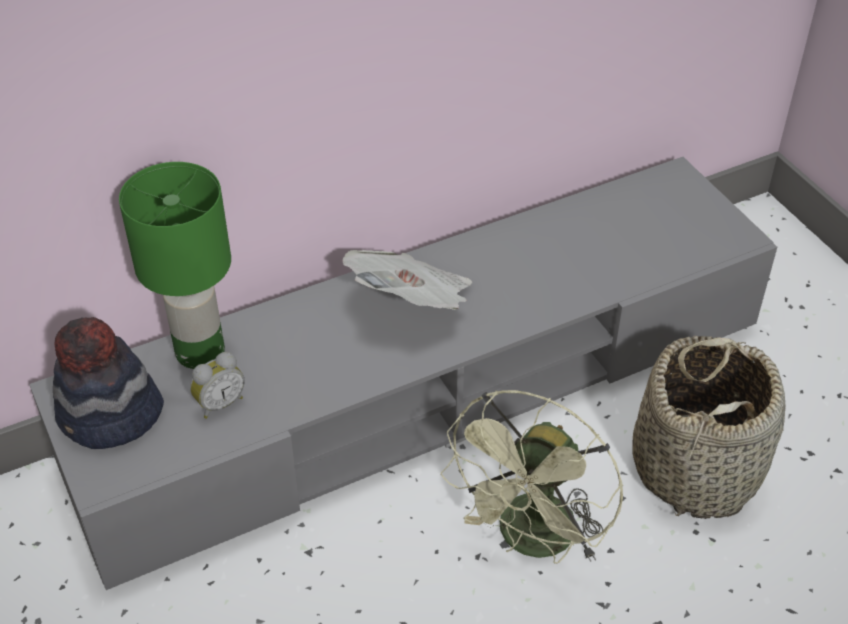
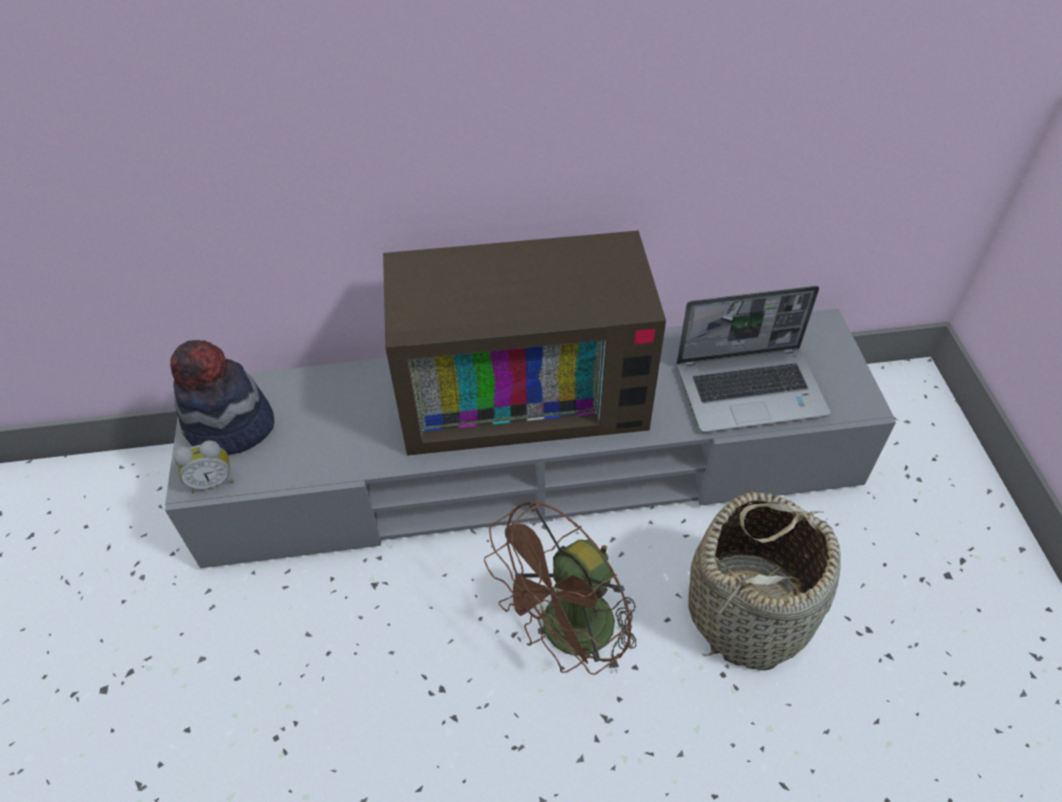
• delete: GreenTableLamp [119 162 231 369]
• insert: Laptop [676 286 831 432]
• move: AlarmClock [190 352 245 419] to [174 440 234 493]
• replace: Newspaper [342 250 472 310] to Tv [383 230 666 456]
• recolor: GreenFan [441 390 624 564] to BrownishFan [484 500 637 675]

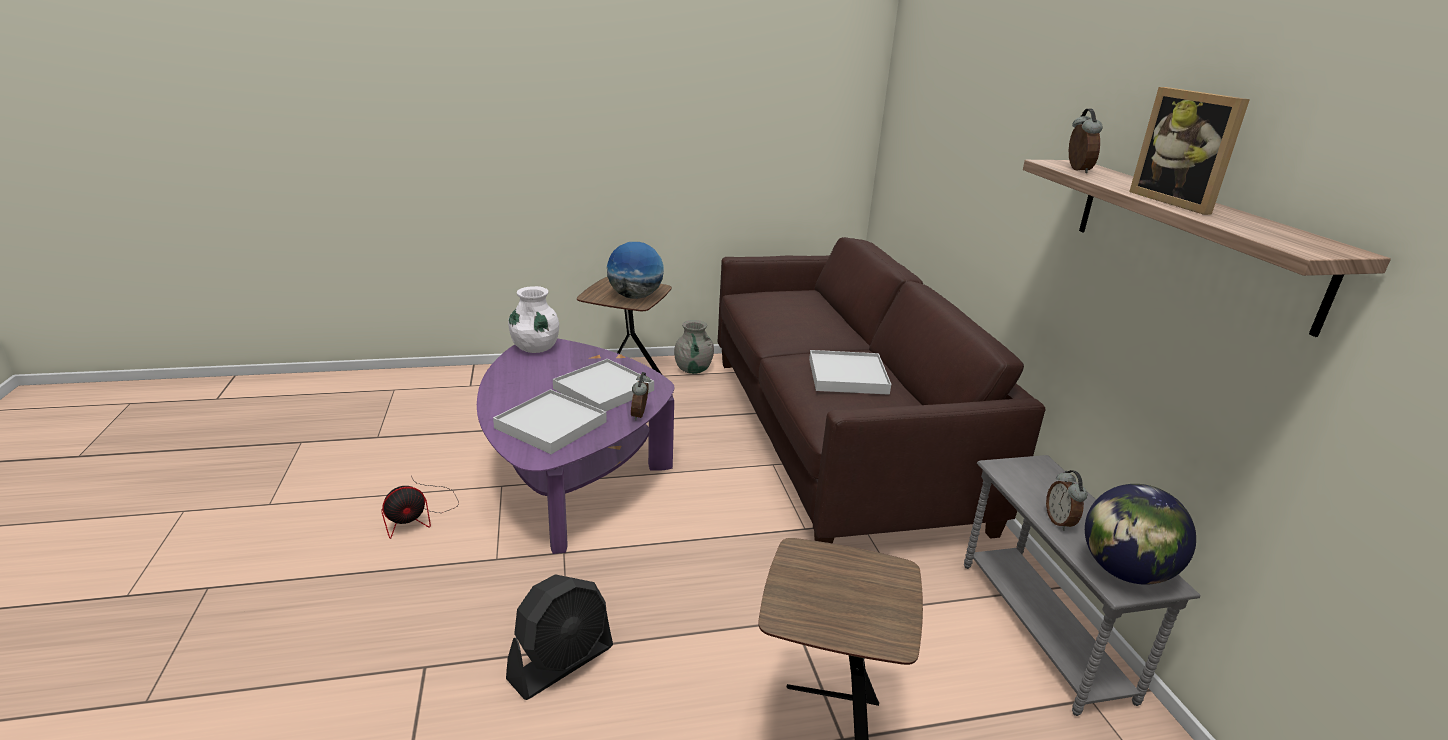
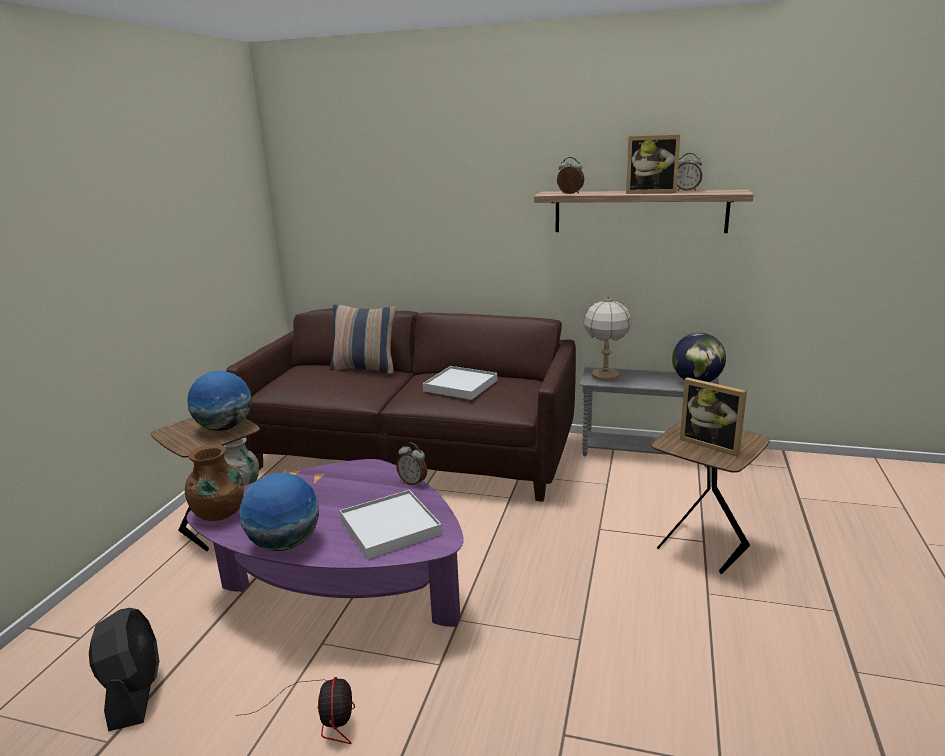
• delete: WhiteCarryingTray [553 359 654 411]
• insert: Globe [239 472 319 551]
• insert: ThrowPillow [330 305 396 374]
• insert: TableLamp [583 296 631 381]
• insert: PictureFrame [680 377 747 456]
• move: BlackColouredFan [506 574 613 700] to [89 608 159 731]
• move: AlarmClock [1046 470 1087 531] to [677 153 702 191]
• recolor: WhiteDecorativeVase [508 286 559 353] to BrownishDecorativeVase [185 444 244 521]

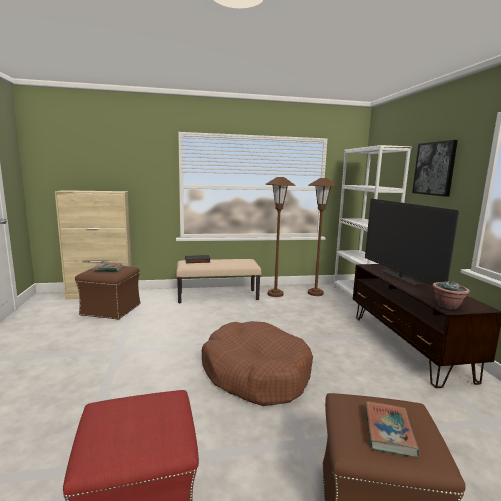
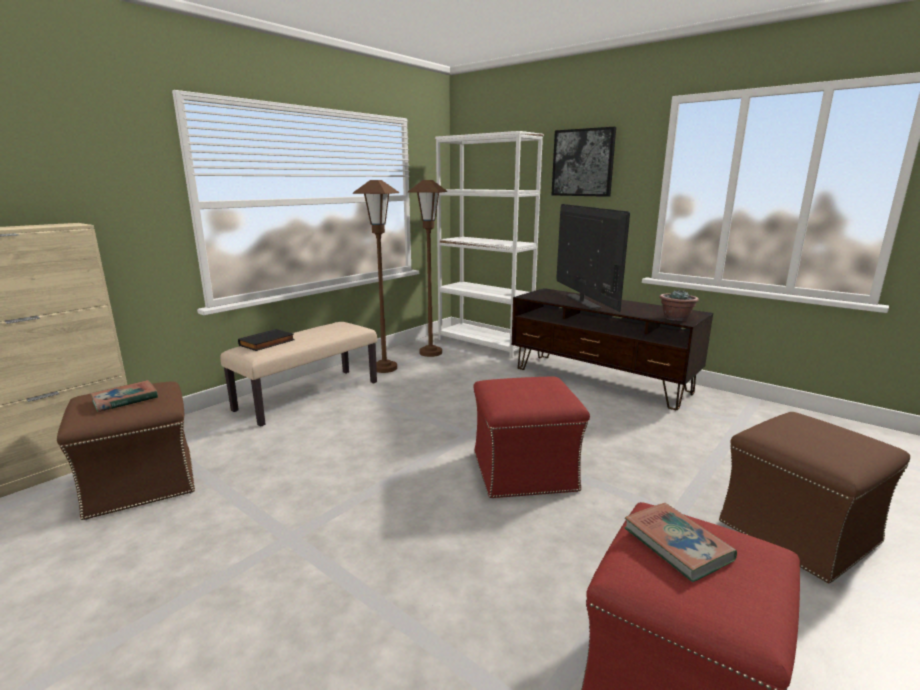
• move: BoundBook [366 401 420 457] to [624 503 737 582]
• replace: BrownishPetBed [202 321 313 406] to RedOttoman [473 377 590 499]
• rotate: Tv [365 199 459 286] = [556 204 630 312] 135 degrees counterclockwise

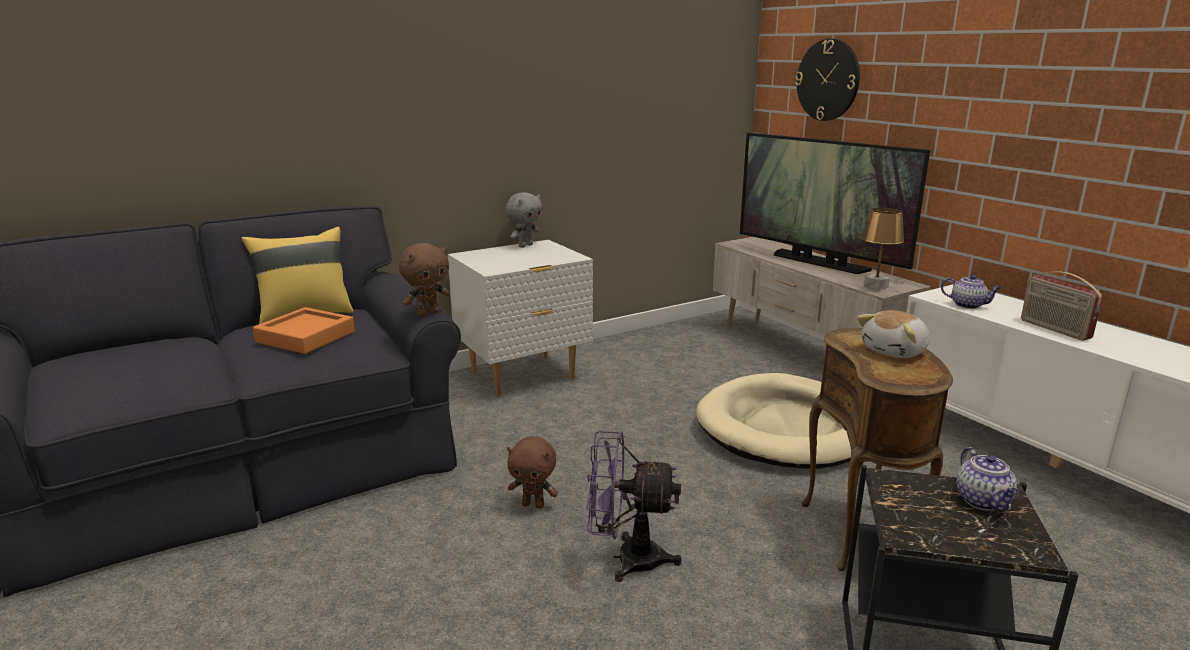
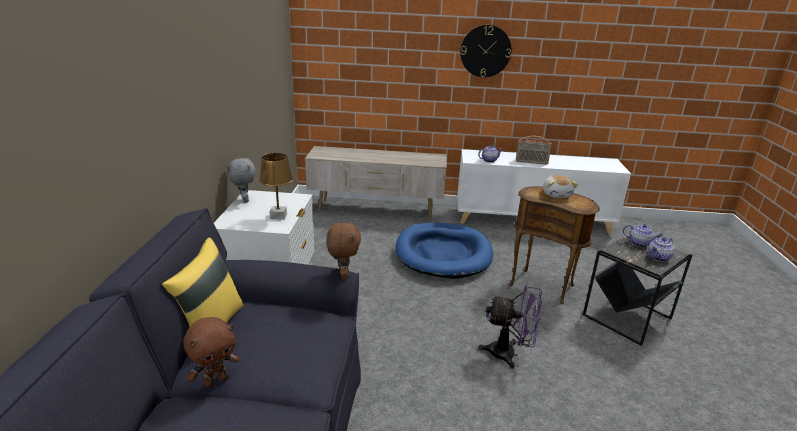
• delete: OrangeCarryingTray [253 307 355 354]
• delete: Tv [740 132 930 274]
• insert: TeaPot [648 237 674 262]
• move: BrownishCuddlyToy [507 436 558 509] to [183 317 239 387]
• move: ClockOnTheWall [795 39 860 121] to [460 25 511 77]
• move: BrownishTableLamp [861 208 904 291] to [259 153 293 220]
• recolor: BeigePetBed [696 373 851 468] to BlueColouredPetBed [395 223 493 279]
• rotate: PurpleFan [586 431 682 582] = [479 285 542 369] 120 degrees counterclockwise

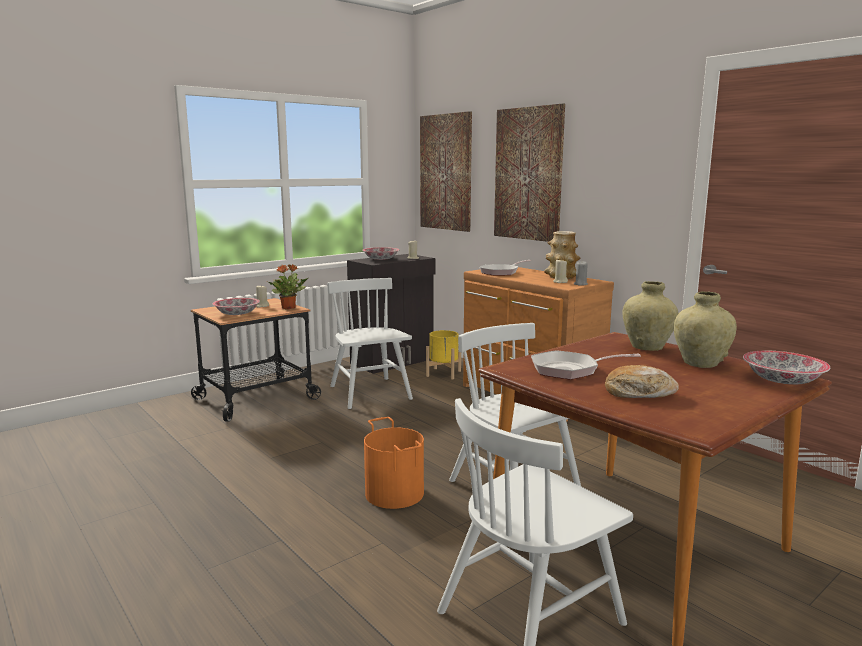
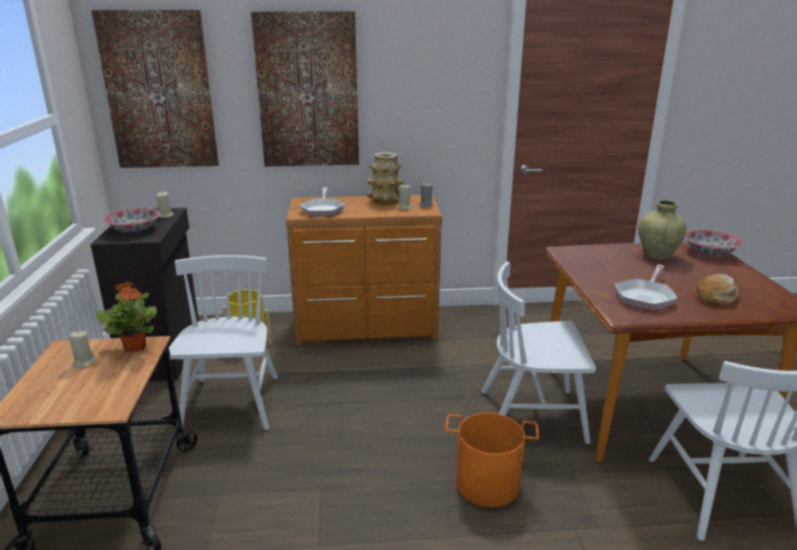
• delete: Bowl [213 298 260 315]
• delete: BeigeDecorativeVase [623 281 678 351]
• rotate: WhitePlainChair [327 278 413 409] = [169 255 278 430] 75 degrees clockwise

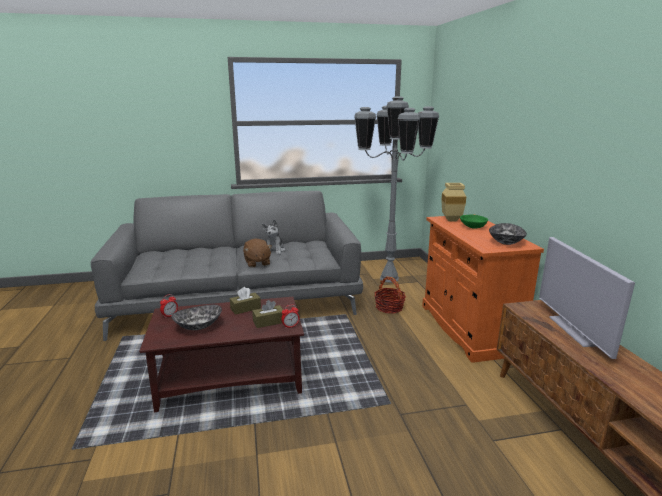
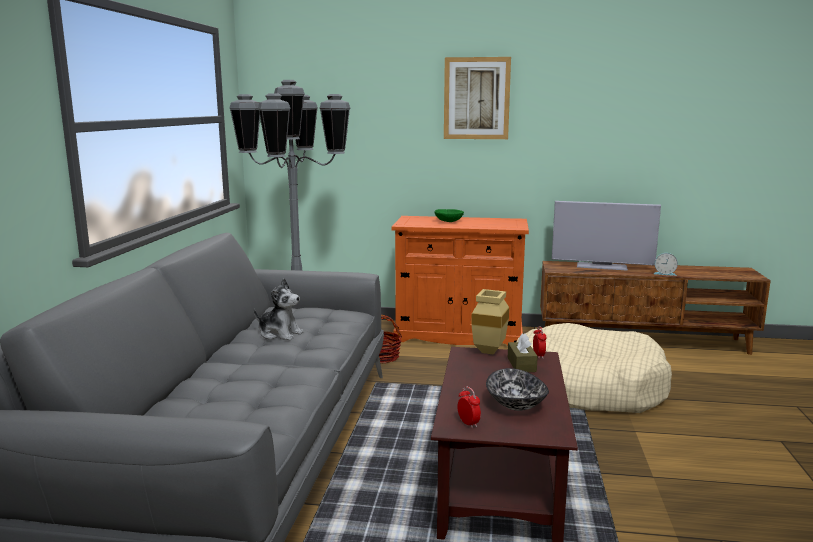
• delete: BrownishTissueHolder [230 287 261 315]
• delete: BrownishCuddlyToy [243 239 272 268]
• delete: Bowl [489 223 527 245]
• insert: WallArt [444 57 511 139]
• insert: BeigePetBed [517 323 672 413]
• insert: AlarmClock [654 253 678 276]
• move: BeigeDecorativeVase [441 183 466 221] to [471 289 509 355]

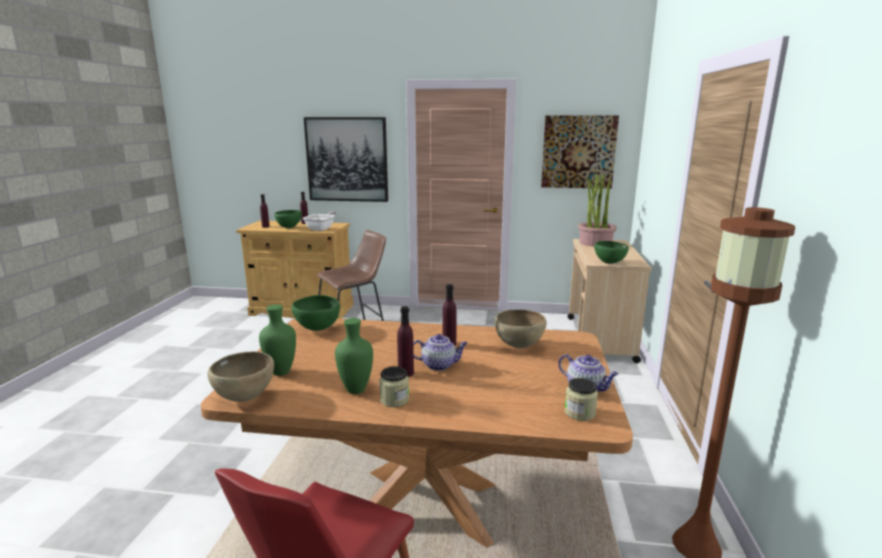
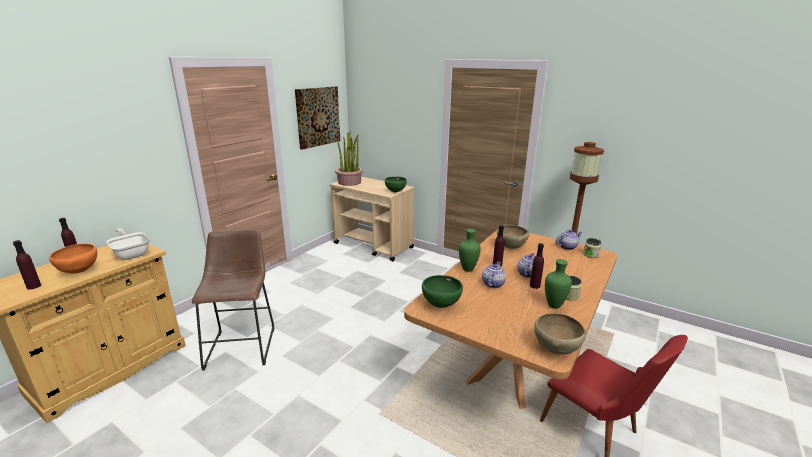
• delete: WallArt [304 117 388 202]
• insert: TeaPot [482 262 506 288]
• move: GreenDecorativeVase [259 304 296 376] to [459 229 481 272]
• recolor: GreenBowl [274 210 302 228] to OrangeBowl [49 244 97 273]

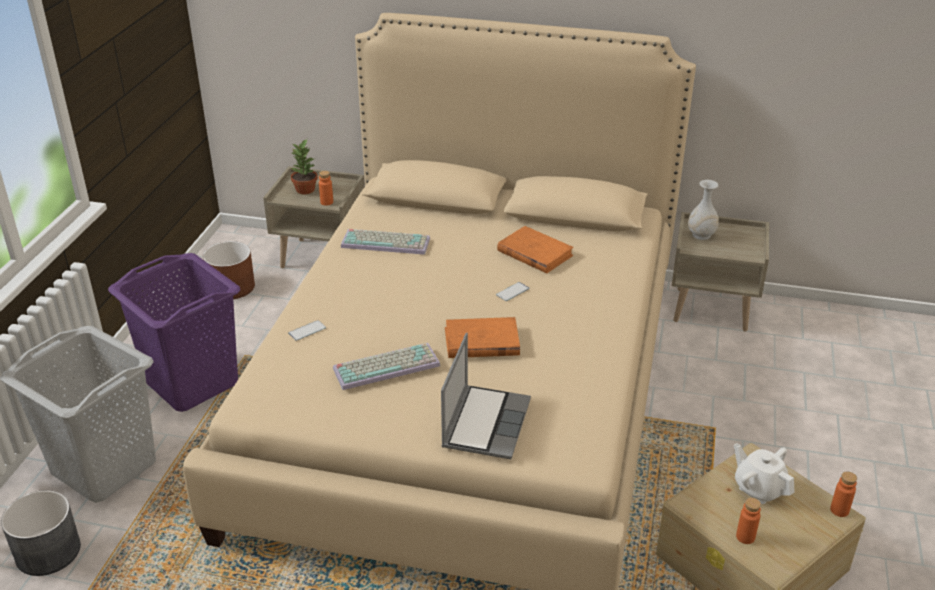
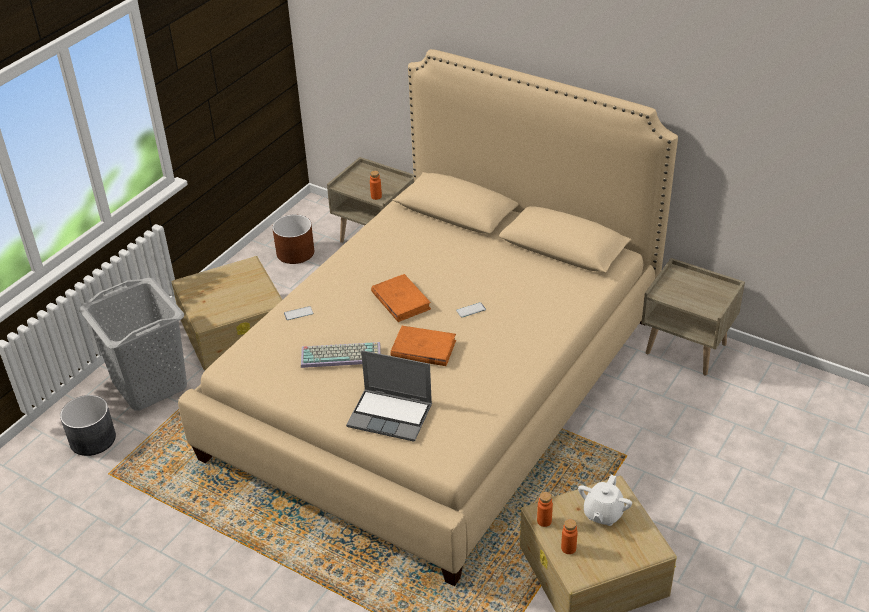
• delete: Houseplant [290 139 318 194]
• delete: Keyboard [341 229 430 255]
• delete: WhiteDecorativeVase [688 180 719 240]
• move: OrangeBoundBook [497 226 574 273] to [371 274 431 322]
• move: OrangeBottle [830 471 857 517] to [537 492 553 527]
• replace: PurpleLaundryBasket [108 253 240 412] to BeigeStorageContainer [172 256 283 370]
• rotate: Laptop [441 333 531 459] = [346 350 432 442] 75 degrees clockwise
• rotate: WhiteTeaPot [734 443 794 504] = [578 475 632 526] 135 degrees counterclockwise

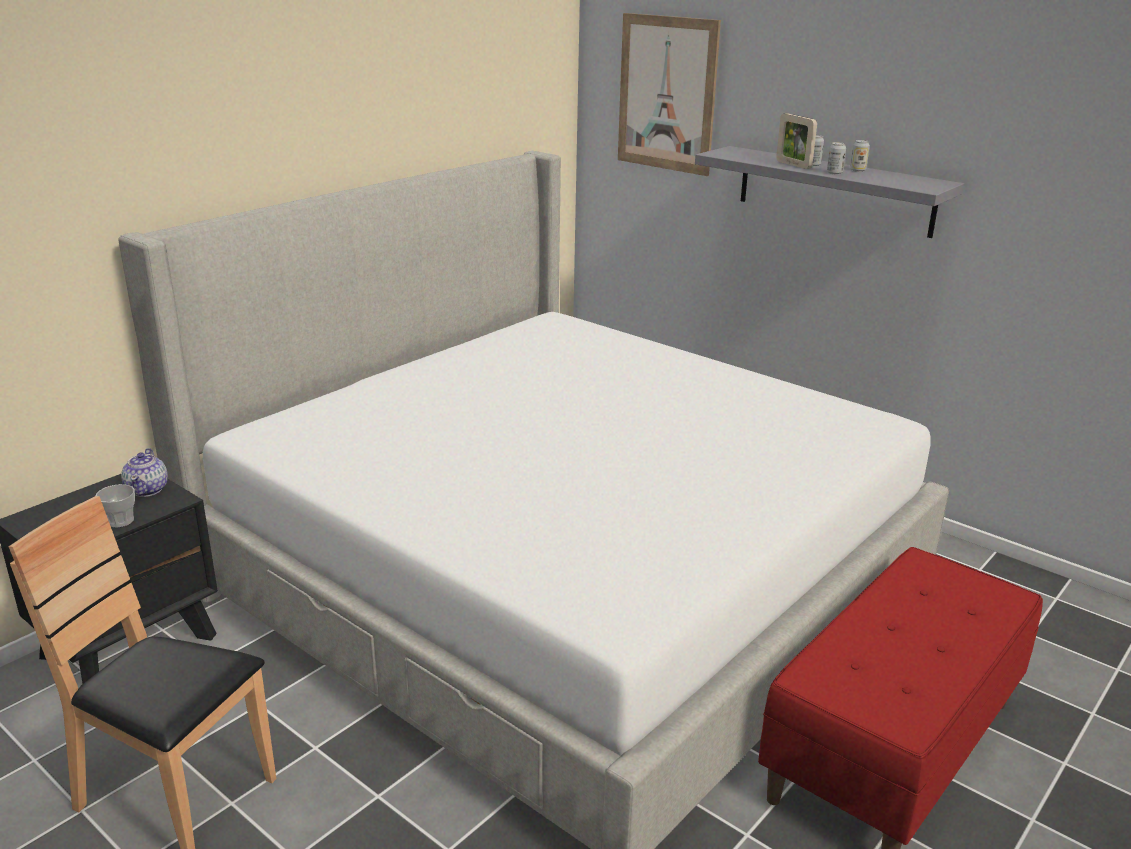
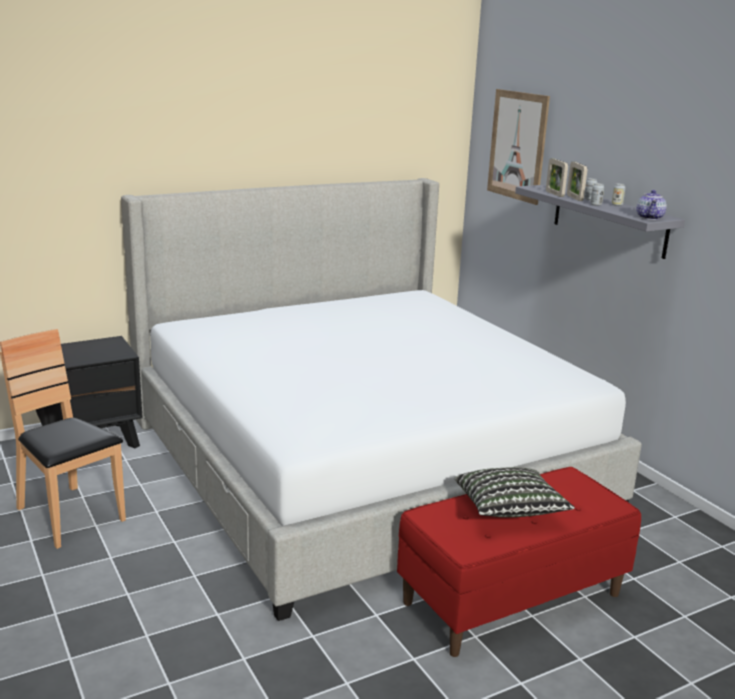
• delete: Cup [96 484 135 528]
• insert: ThrowPillow [455 467 575 517]
• insert: PictureFrame [546 159 568 197]
• move: TeaPot [121 448 168 497] to [636 190 667 220]

